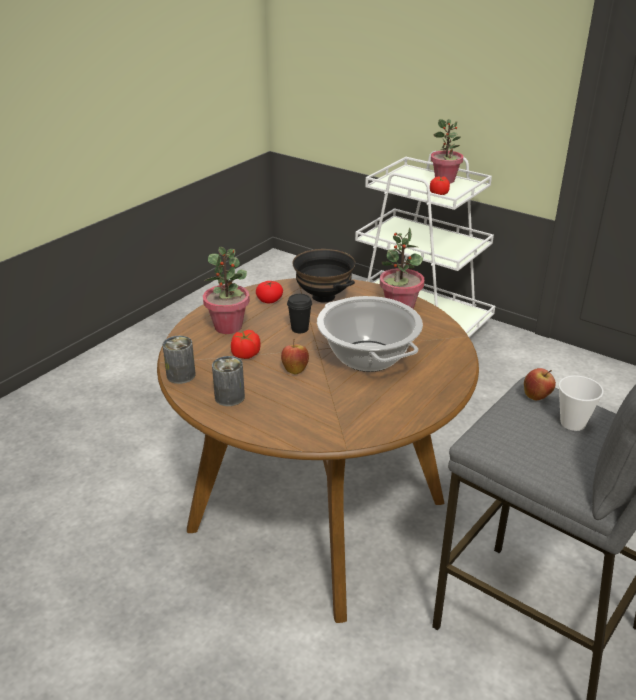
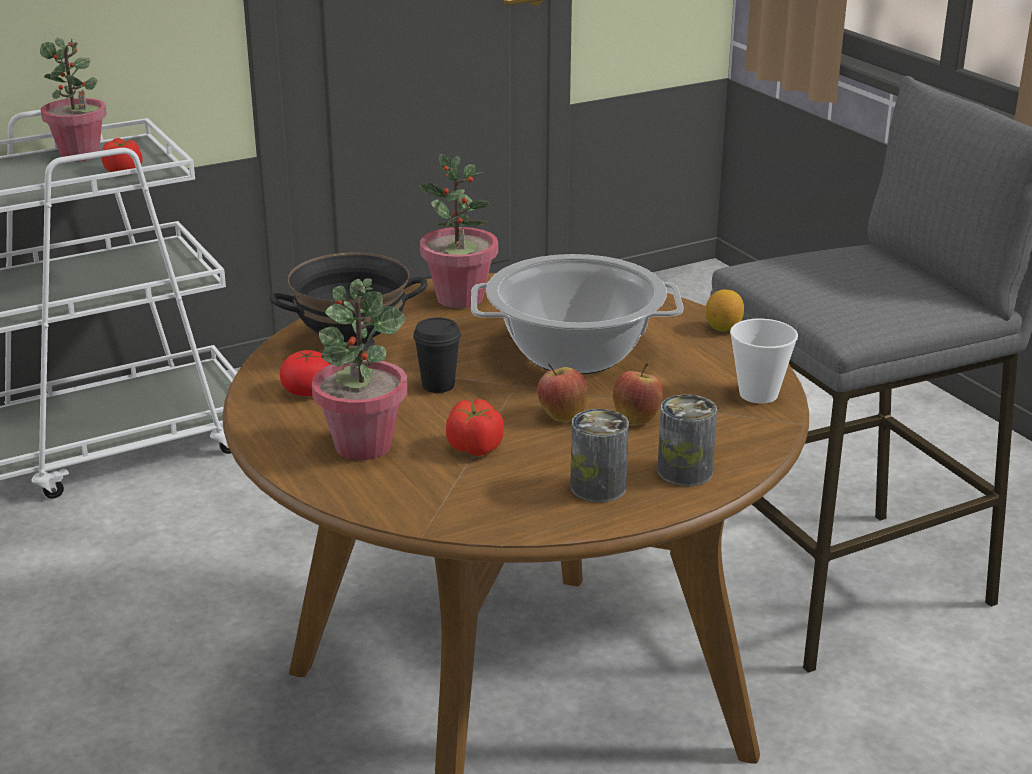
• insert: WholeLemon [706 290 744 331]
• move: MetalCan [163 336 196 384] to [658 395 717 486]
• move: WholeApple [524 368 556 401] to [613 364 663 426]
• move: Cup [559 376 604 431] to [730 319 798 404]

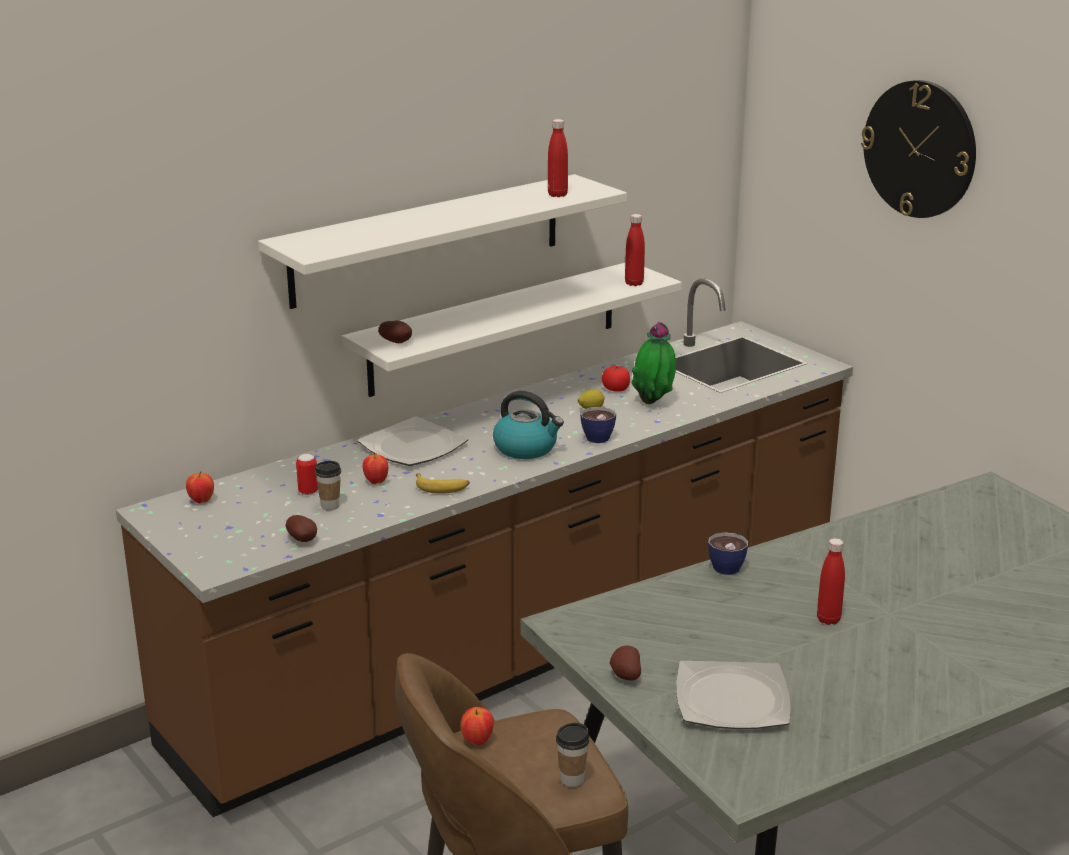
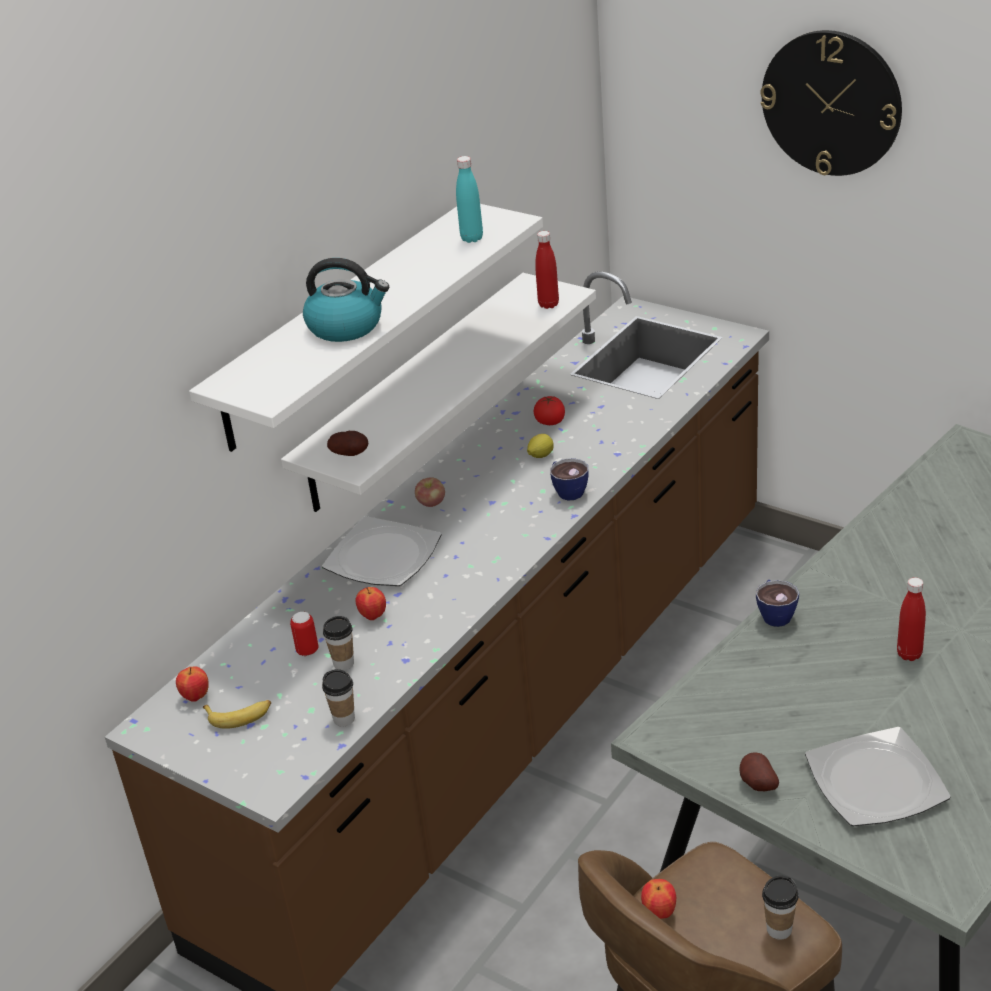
• delete: Houseplant [632 322 676 404]
• insert: WholeApple [415 477 445 507]
• move: BananaFruit [416 474 470 493] to [203 700 271 729]
• move: Kettle [493 391 564 459] to [303 258 389 342]
• replace: Potato [286 515 317 542] to Cup [322 669 355 726]
• recolor: RedBottle [548 119 568 197] to TurquoiseColouredBottle [456 156 483 243]

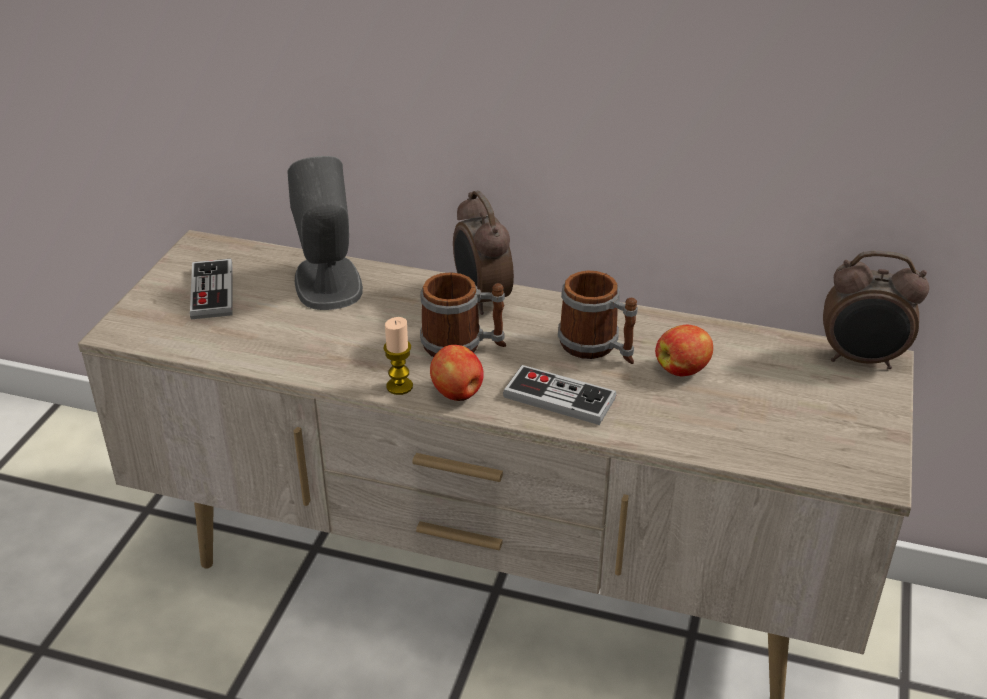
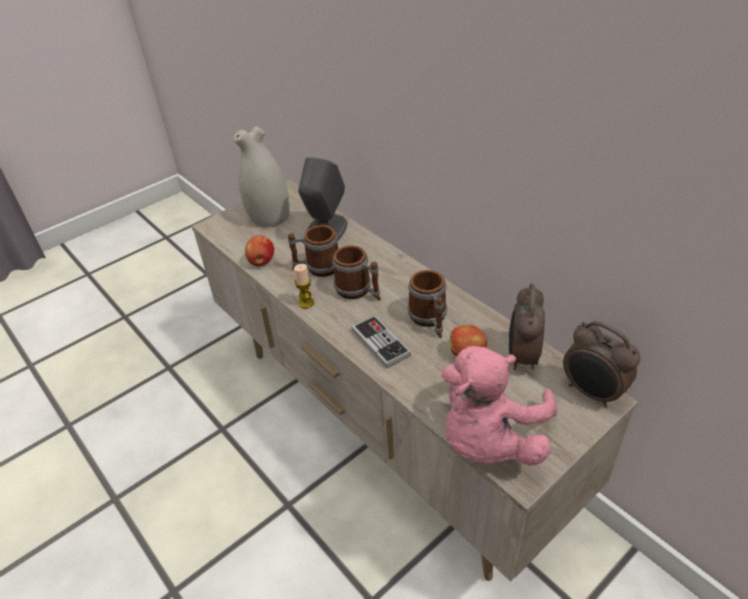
• insert: TeaMug [288 225 338 277]
• insert: PinkColouredCuddlyToy [441 346 557 465]
• move: WholeApple [430 345 484 401] to [245 235 274 266]
• move: AlarmClock [453 190 514 315] to [509 283 545 370]
• replace: Joypad [190 259 233 319] to WhiteDecorativeVase [233 126 290 227]

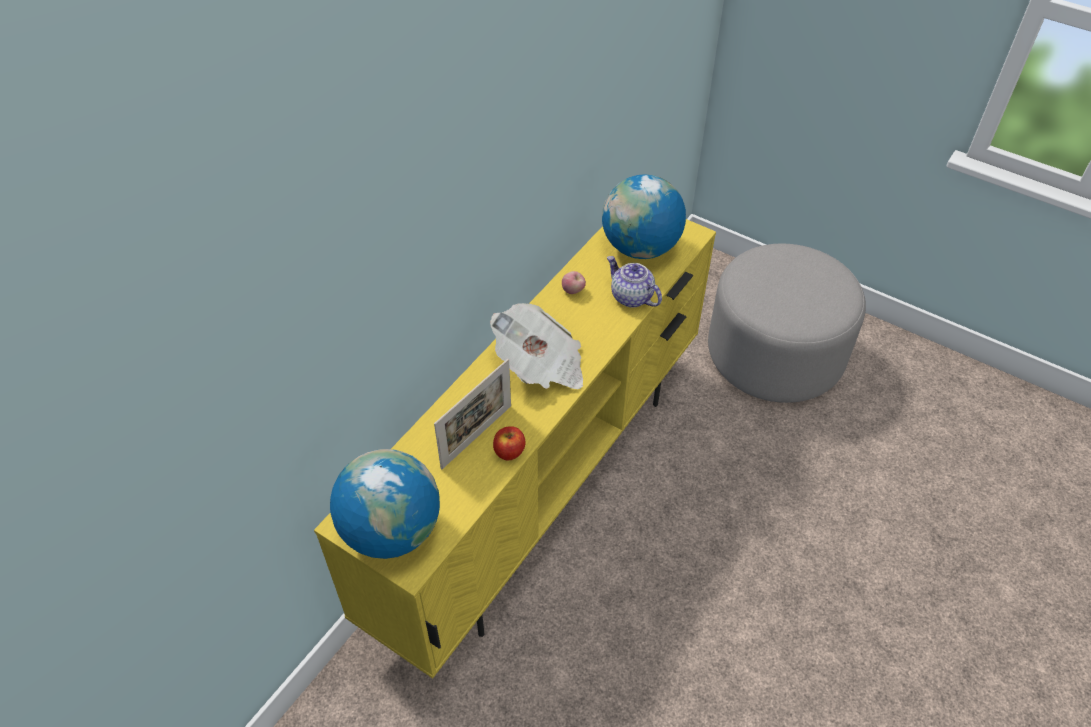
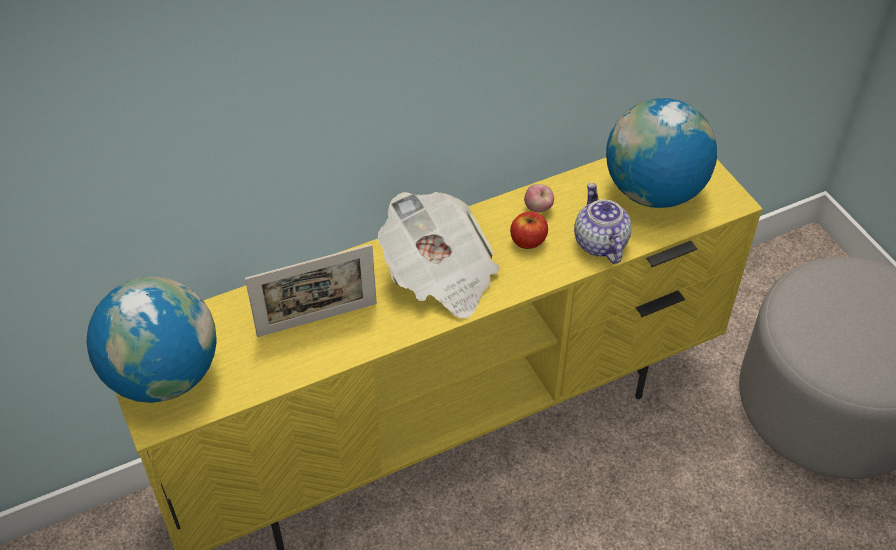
• move: WholeApple [493 426 525 460] to [510 212 548 249]

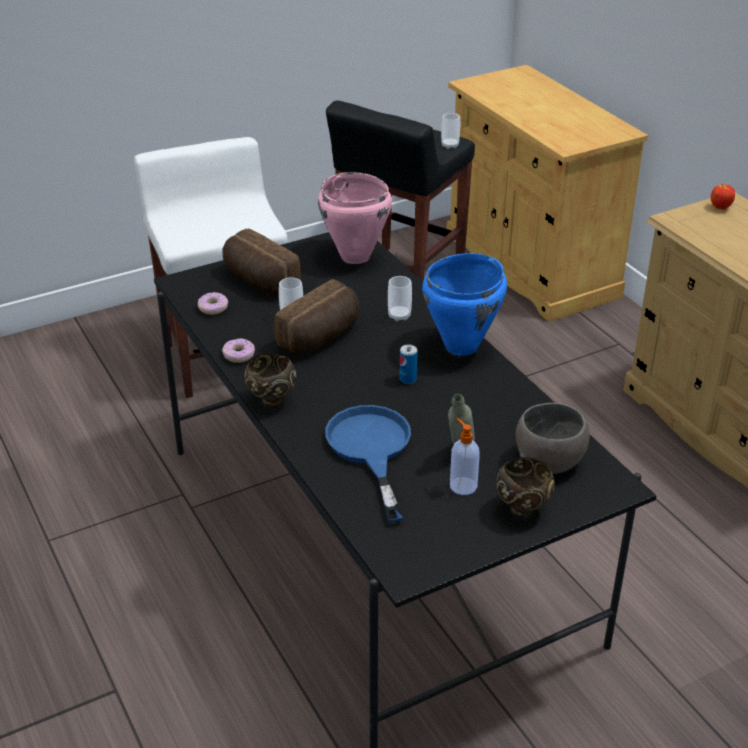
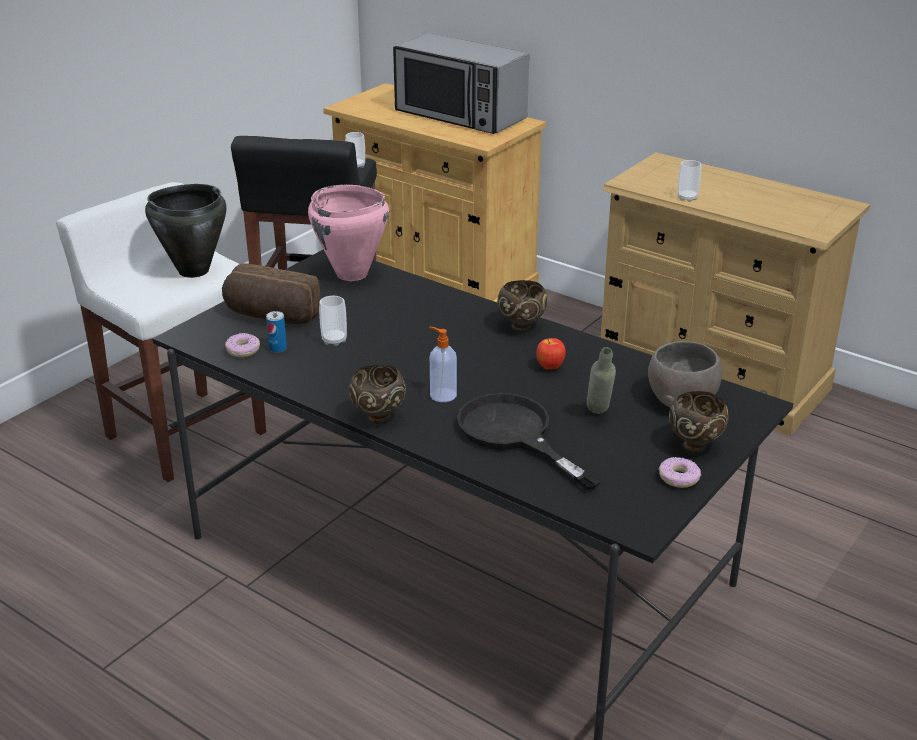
• delete: BakedBread [274 279 360 354]
• insert: BlackColouredCookingPot [145 184 227 278]
• insert: KitchenMicrowave [393 33 529 134]
• move: RingDoughnut [222 339 255 363] to [659 457 701 488]
• move: Cup [388 276 412 322] to [677 160 701 202]
• move: MetalCan [400 344 417 384] to [266 311 287 353]
• move: LiquidSoapBottle [450 418 480 495] to [429 327 457 402]
• move: WholeApple [711 184 735 210] to [536 338 566 370]
• replace: BlueColouredCookingPot [422 253 507 356] to BrownishBowl [498 280 548 332]
• recolor: BlueColouredPan [325 405 411 522] to BlackColouredPan [457 393 601 491]

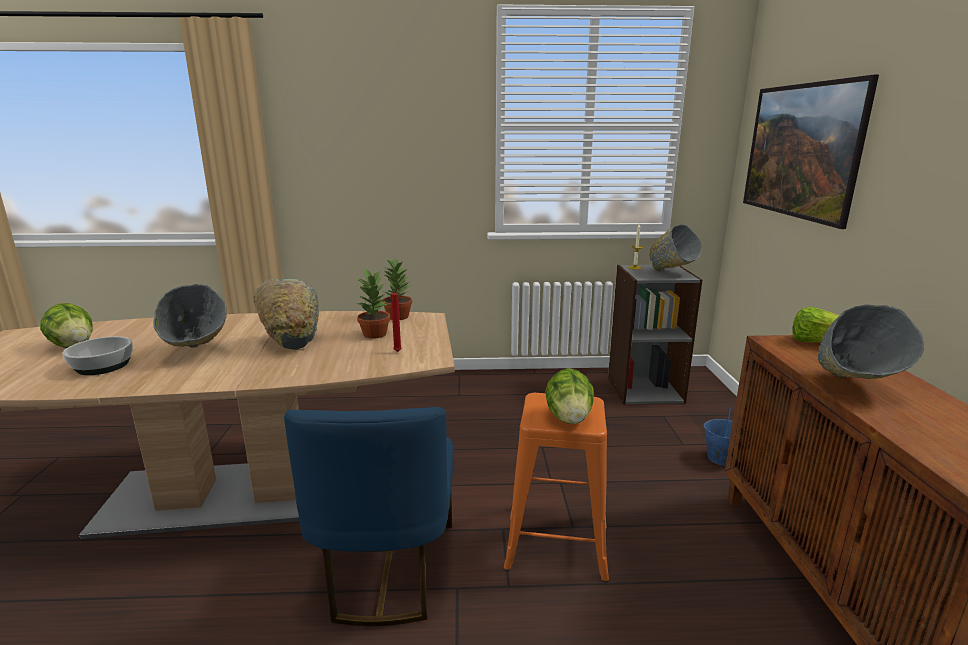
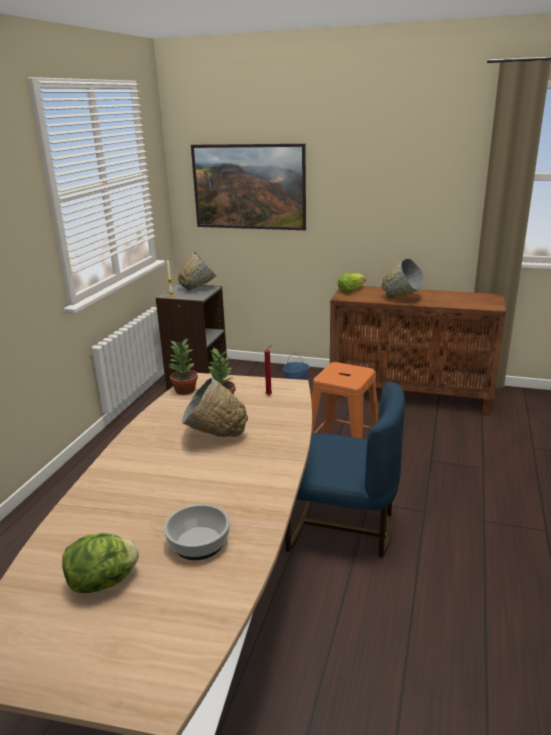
• delete: GreyBowl [153 284 227 348]
• delete: LettuceHead [545 368 594 424]

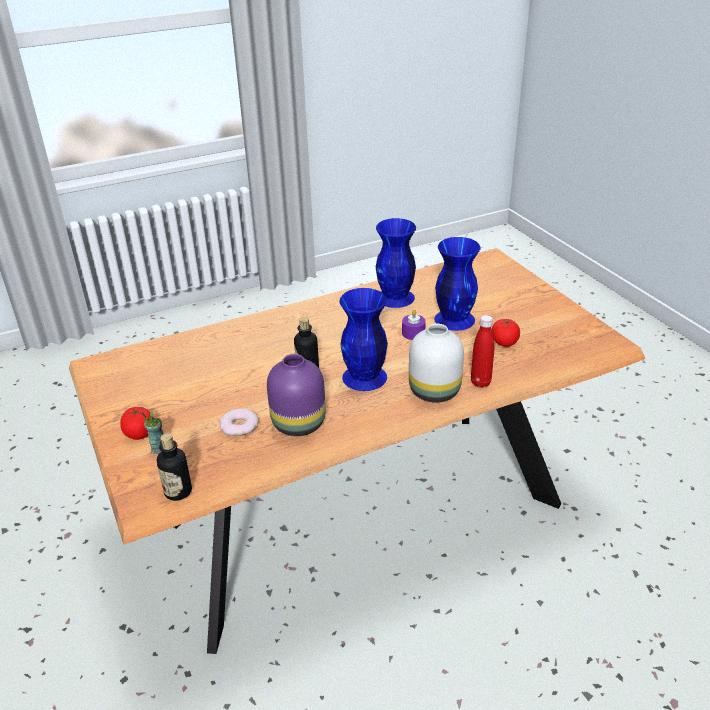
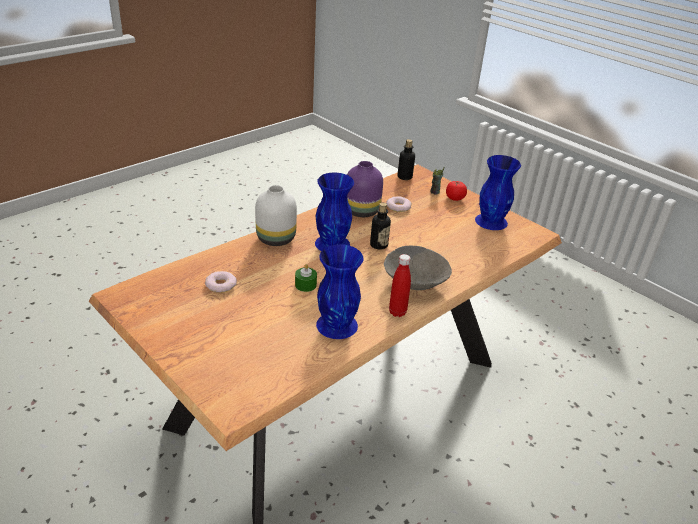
• insert: GreyBowl [384 246 452 290]
• move: BlueColouredDecorativeVase [434 237 481 331] to [475 155 521 230]
• move: RedBottle [471 315 494 388] to [389 254 411 317]
• replace: Tomato [491 319 520 347] to RingDoughnut [205 271 237 293]
• recolor: PurpleWaxLight [402 310 426 340] to GreenWaxLight [295 264 317 292]

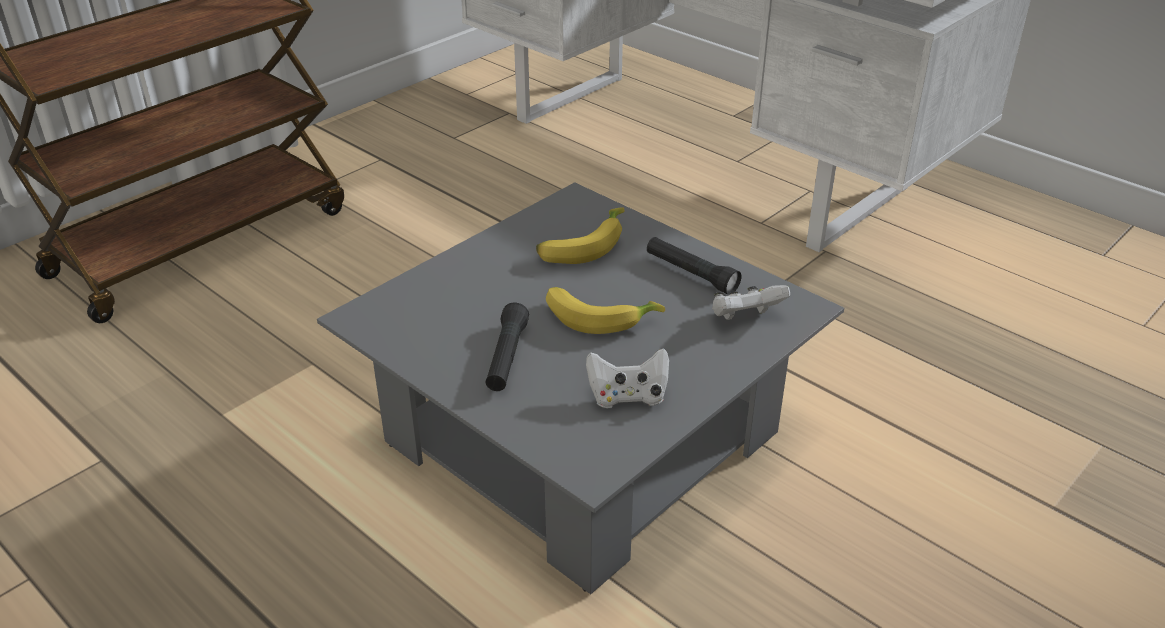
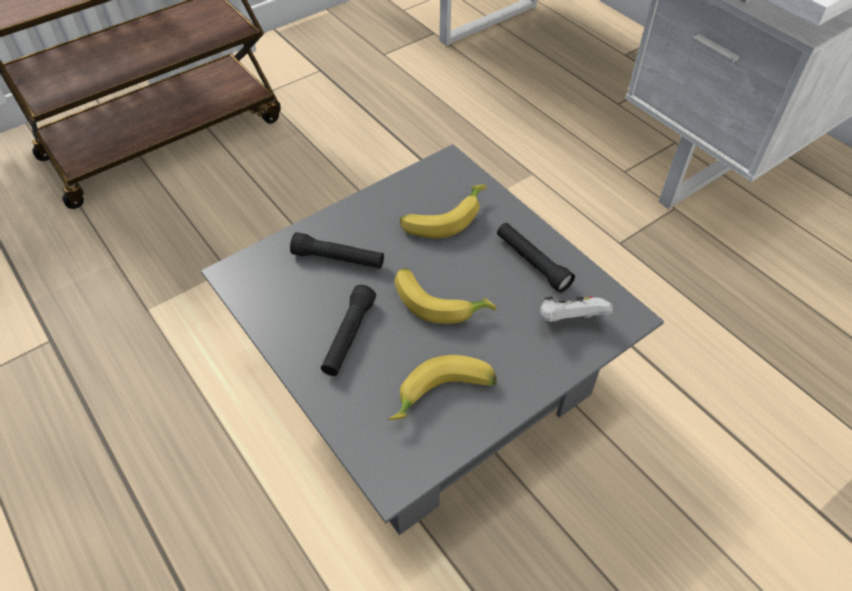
• insert: BlackColouredTorch [290 232 384 269]
• replace: WhiteJoypad [586 348 669 408] to BananaFruit [388 355 497 420]

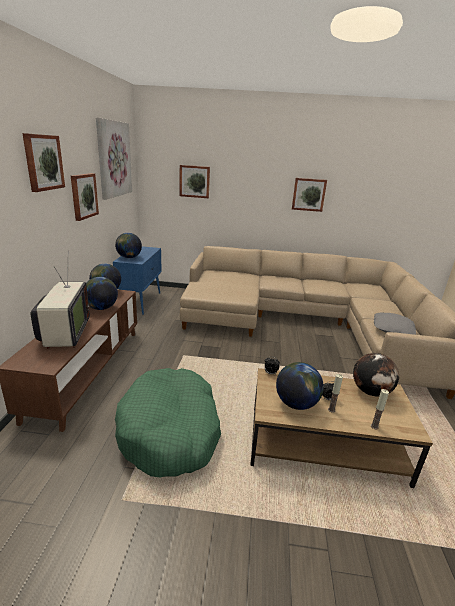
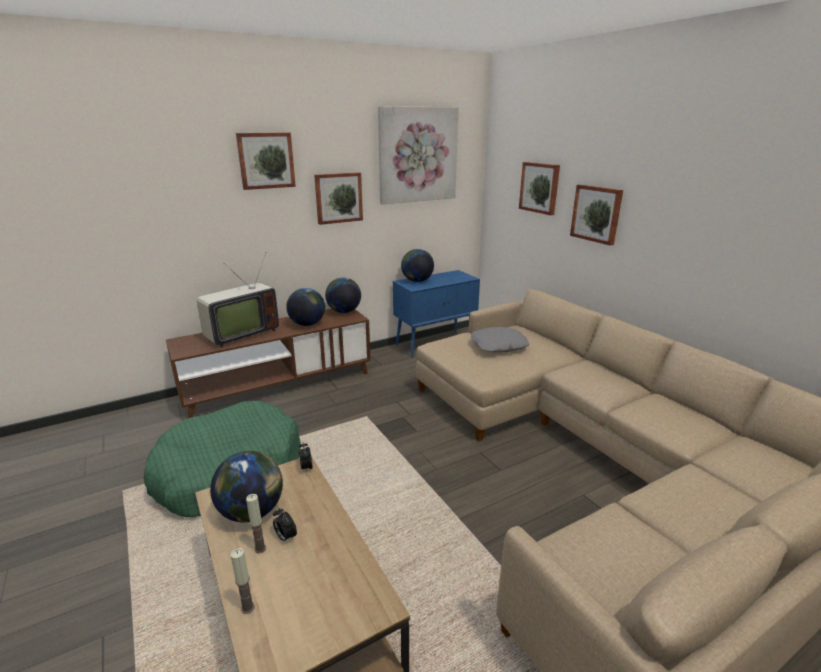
• delete: Globe [353 353 399 396]
• move: WallArt [292 178 327 212] to [570 184 623 246]
• move: GreyThrowPillow [374 313 416 335] to [471 327 530 352]

